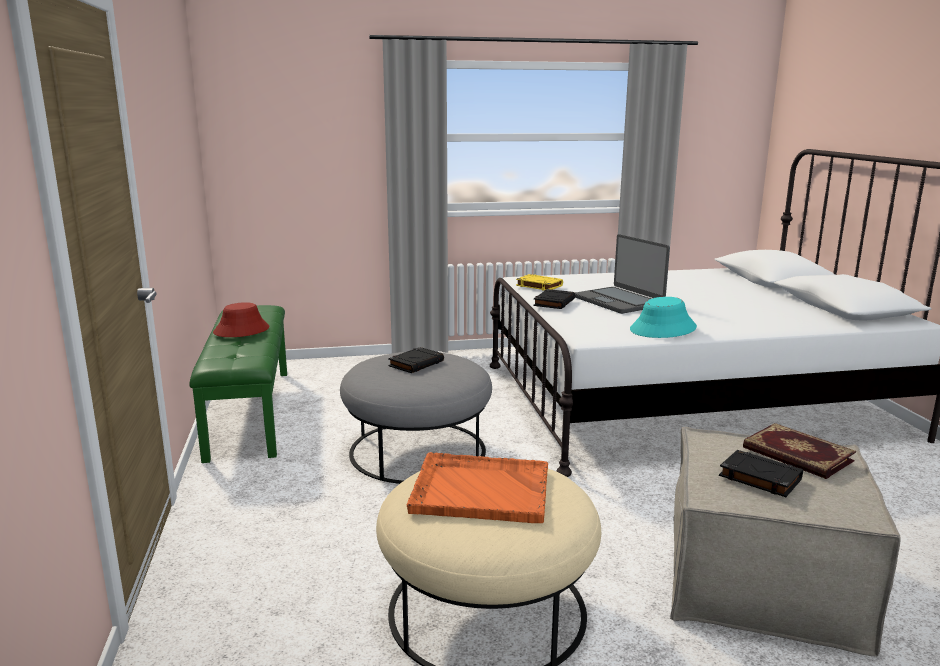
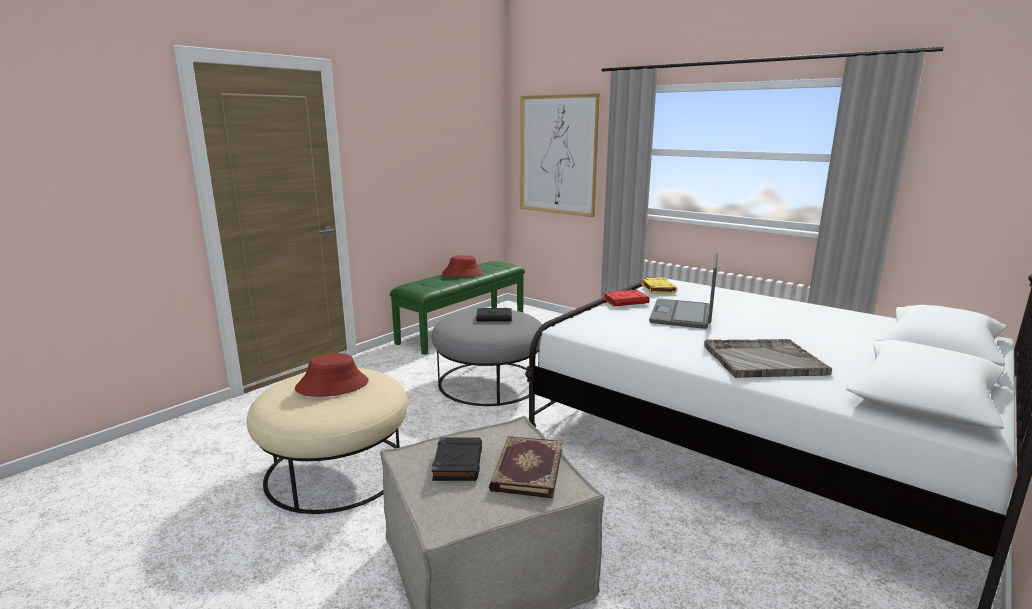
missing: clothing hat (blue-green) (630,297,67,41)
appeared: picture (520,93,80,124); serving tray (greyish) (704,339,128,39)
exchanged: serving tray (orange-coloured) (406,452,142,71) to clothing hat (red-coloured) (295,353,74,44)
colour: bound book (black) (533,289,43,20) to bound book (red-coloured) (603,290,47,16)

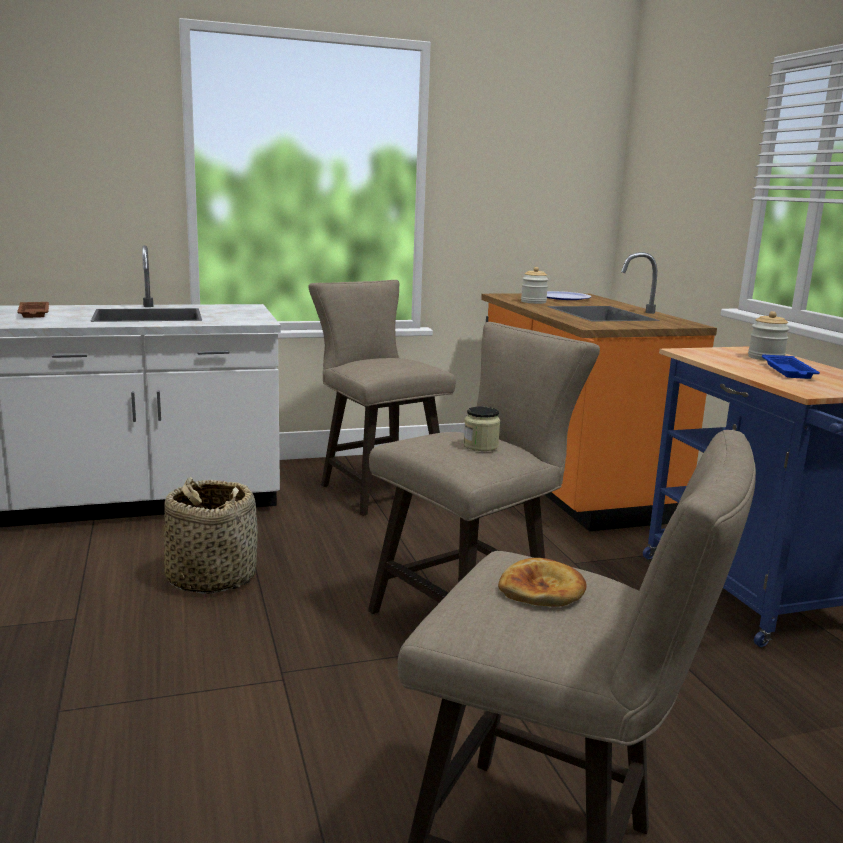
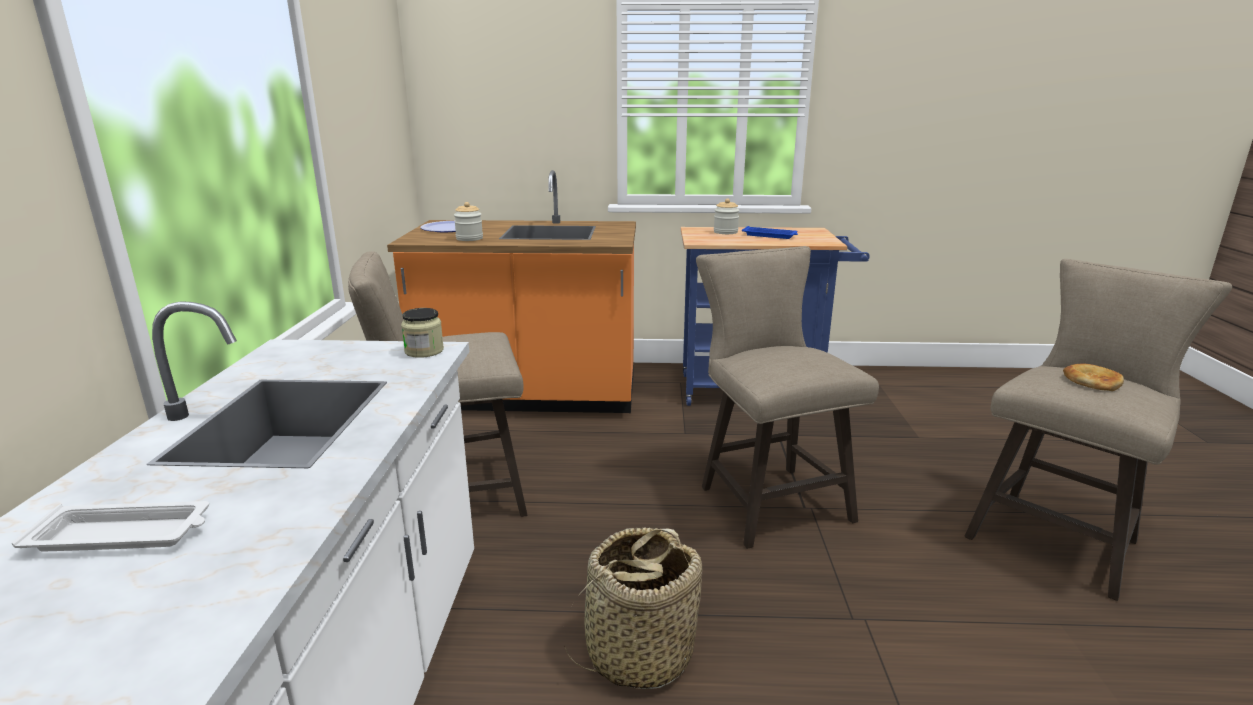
relocated: jar (463,406,37,45) to (401,308,43,50)
colour: serving tray (brown-coloured) (17,302,32,16) to serving tray (white-coloured) (12,501,197,51)

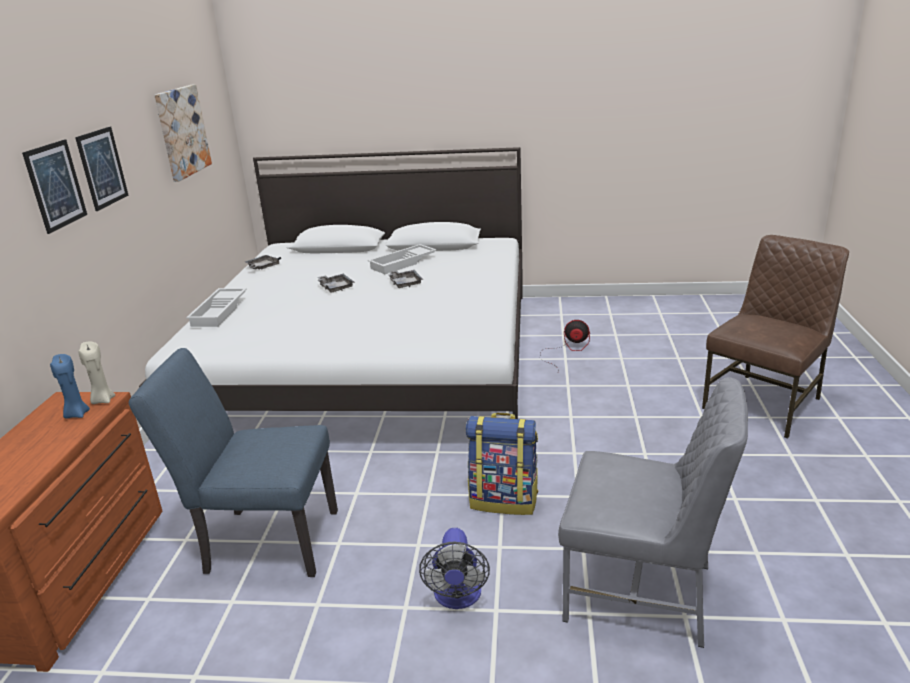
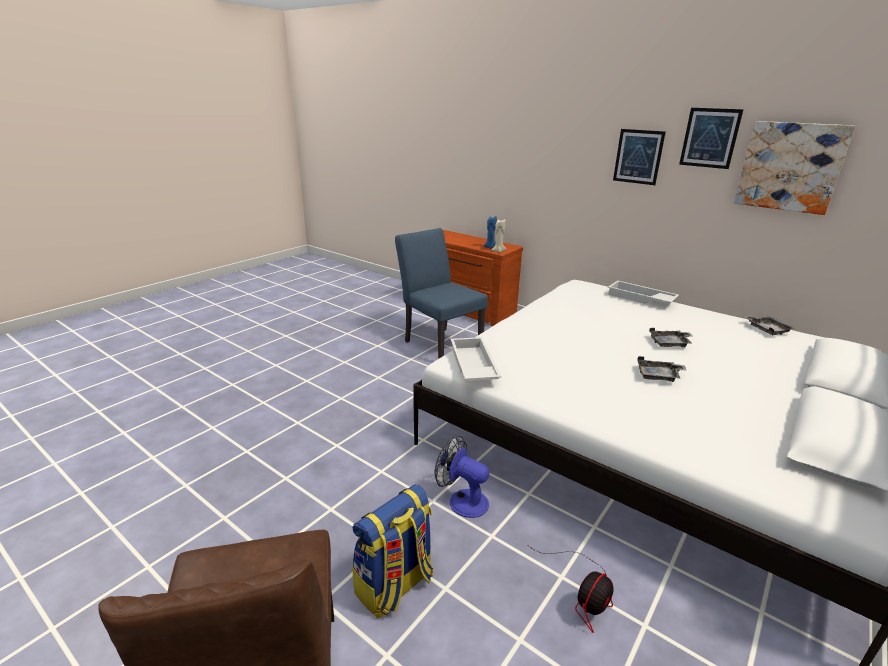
missing: plain chair (greyish) (558,377,190,271)
relocated: picture (22,139,65,95) to (679,108,65,61); serving tray (white-coloured) (368,244,69,30) to (451,337,50,44); fan (419,528,71,81) to (435,436,54,82); knapsack (466,413,73,102) to (352,484,81,135)
spun: plain chair (blue-coloured) (129,348,209,229) = (395,228,93,131) 75 degrees counterclockwise

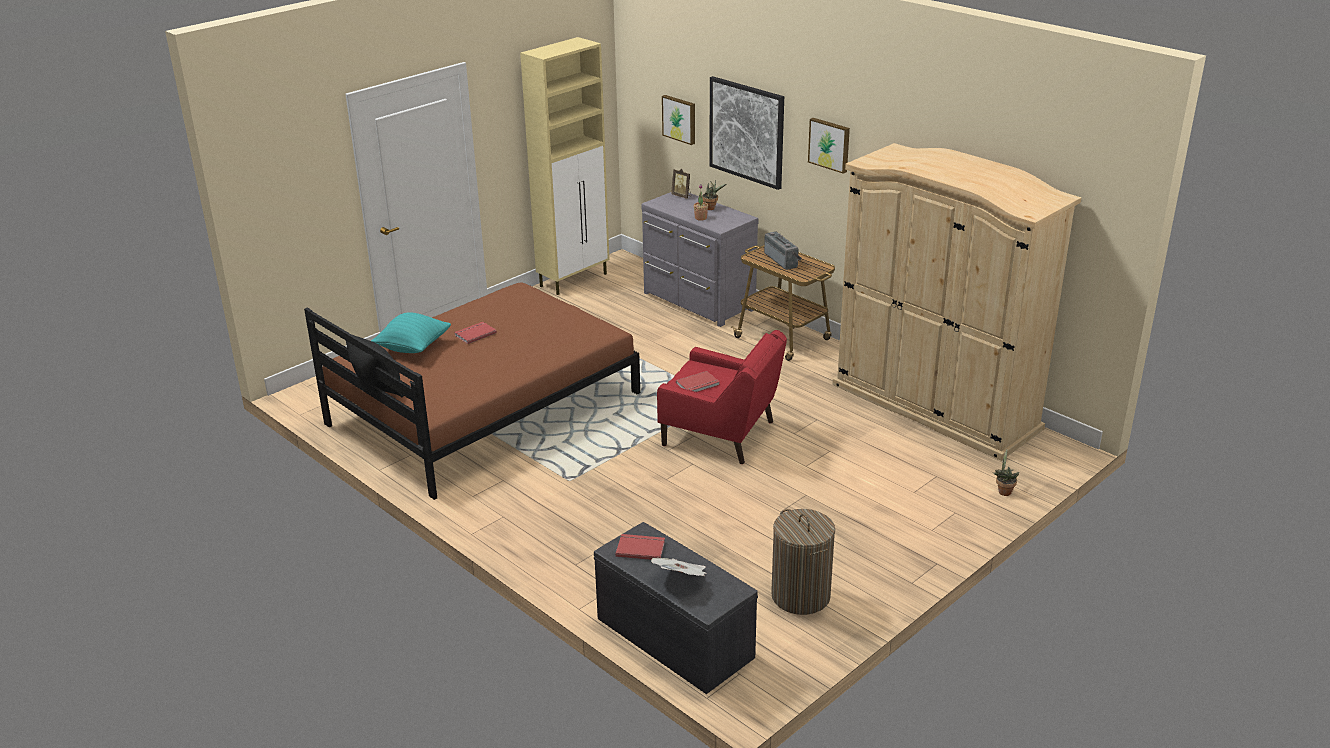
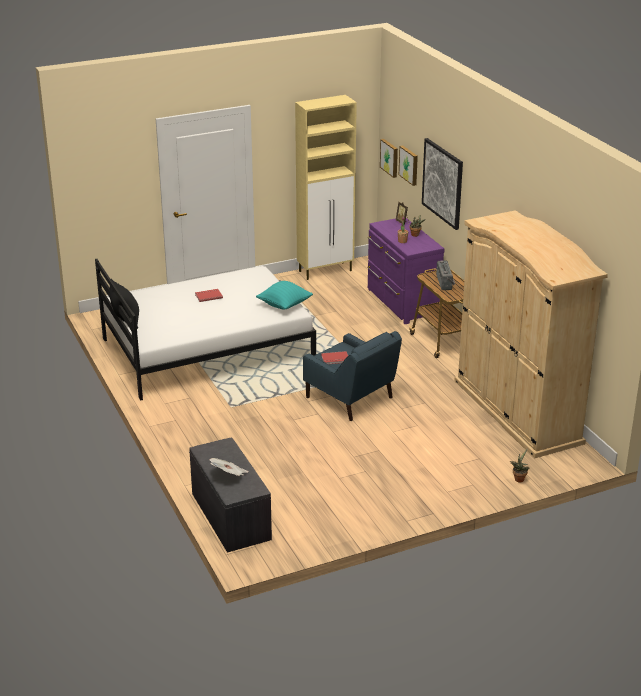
missing: bound book (red-coloured) (616,534,49,26); laundry basket (771,509,64,106)
relocated: cushion (blue-green) (371,312,80,41) to (256,281,57,28); picture (808,118,42,56) to (380,139,18,39)
colour: bed (brown-coloured) (304,282,336,218) to bed (white-coloured) (95,259,221,142); chest of drawers (greyish) (641,192,118,135) to chest of drawers (purple) (367,218,78,106); armchair (red-coloured) (657,330,130,134) to armchair (blue-coloured) (303,331,99,90)

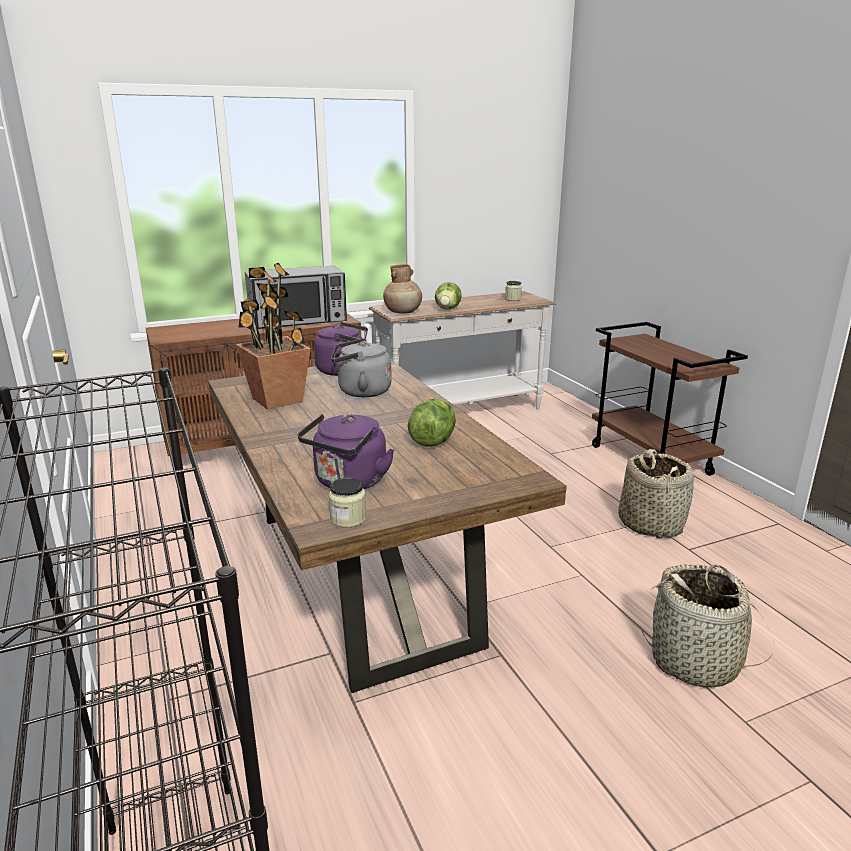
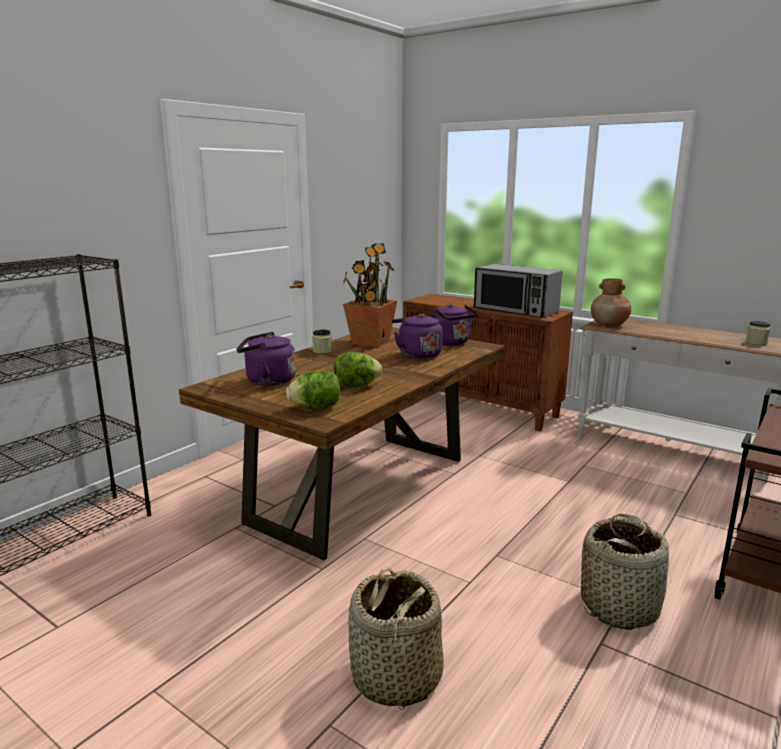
relocated: jar (329,477,37,51) to (312,329,20,25); head of lettuce (435,282,27,27) to (286,370,54,39)
colour: kettle (greyish) (331,338,61,59) to kettle (purple) (392,314,51,45)

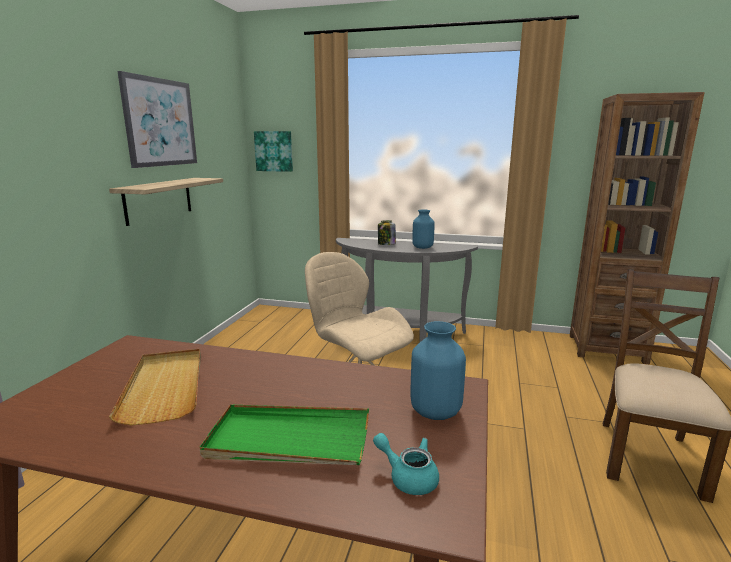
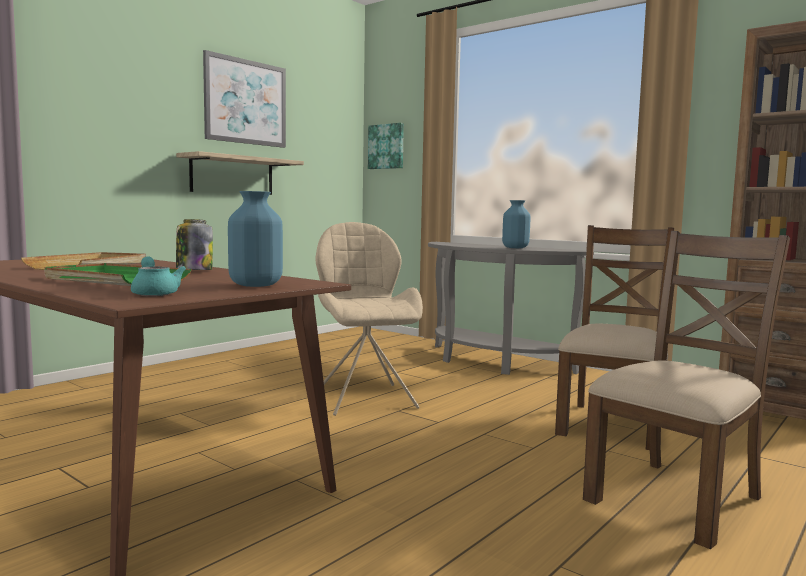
appeared: plain chair (brown-coloured) (555,225,119,225)
relocated: jar (378,220,18,25) to (176,219,37,51)

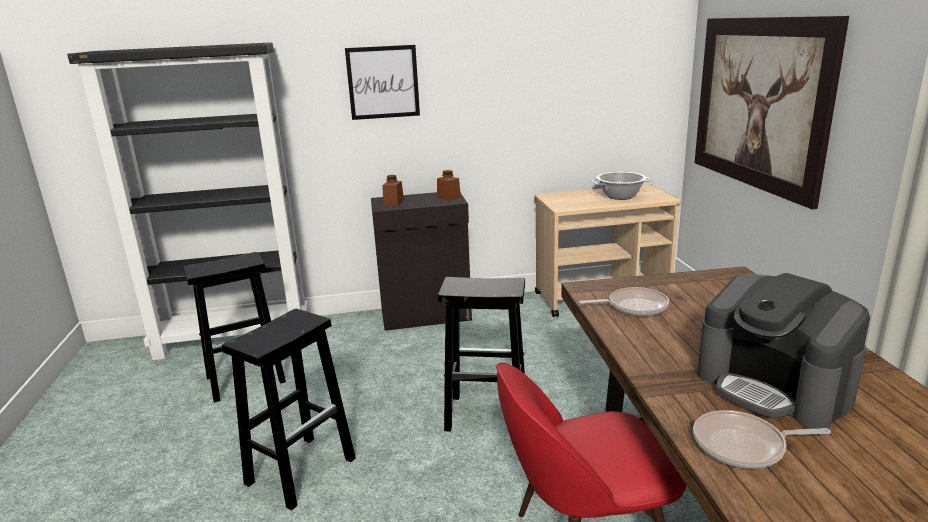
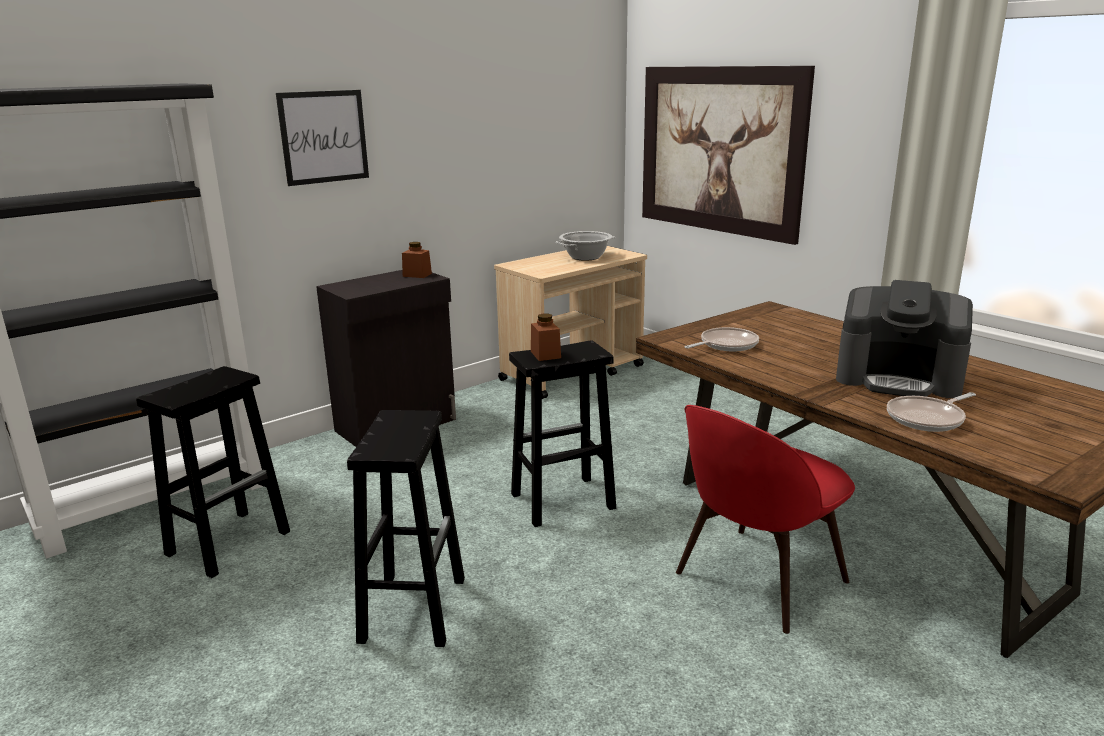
relocated: jar (brown-coloured) (382,175,22,31) to (531,314,30,47)

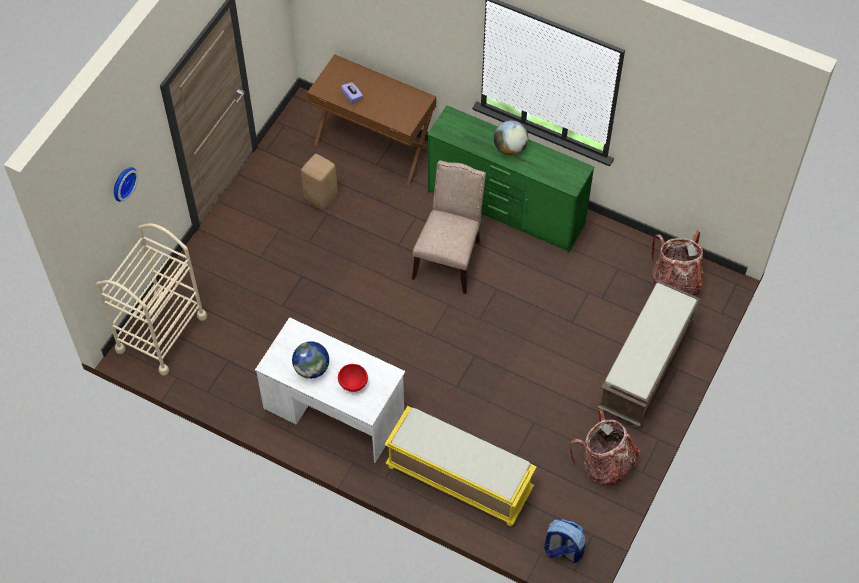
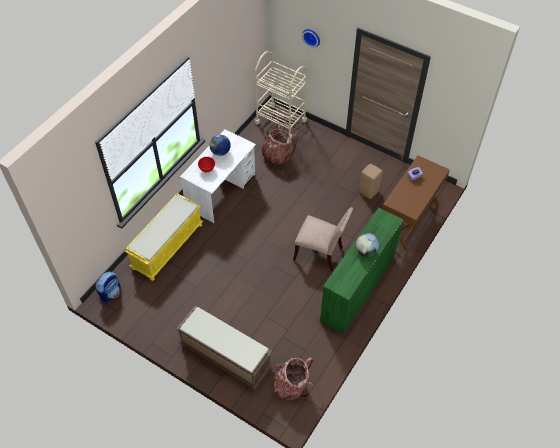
relocated: knapsack (570,409,70,77) to (261,124,37,43)

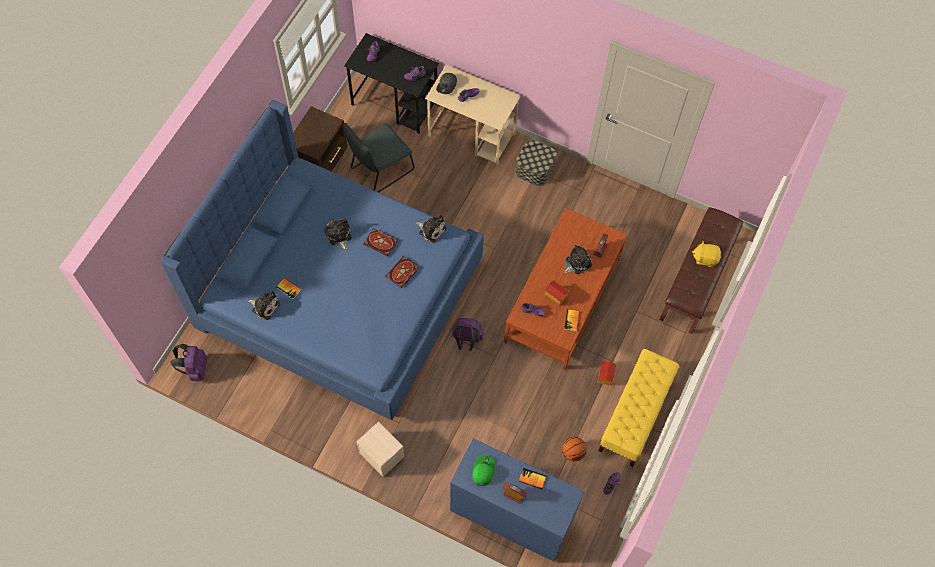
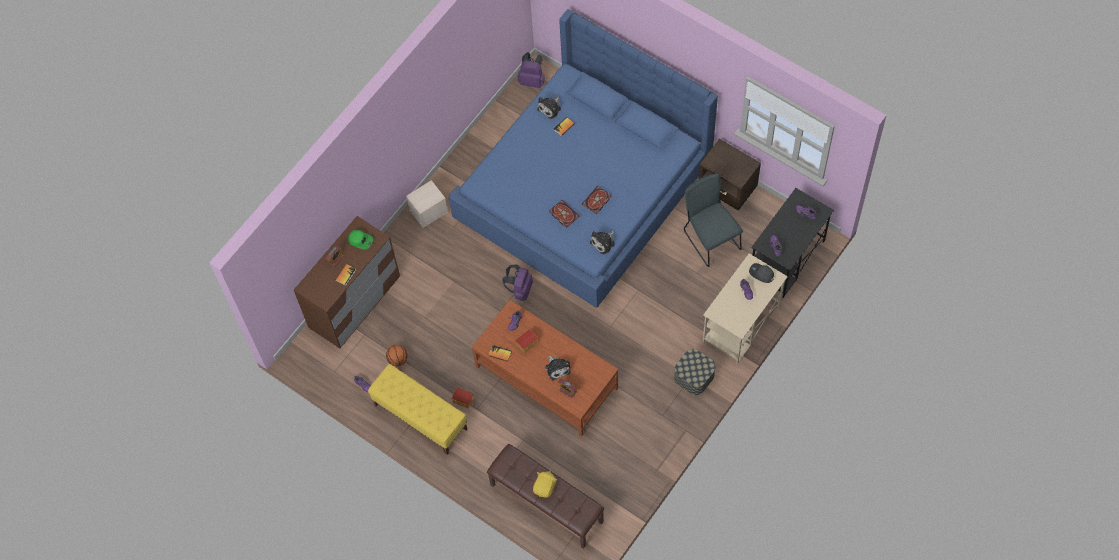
missing: plush toy (324,219,28,32)
colour: chest of drawers (blue-coloured) (450,438,135,124) to chest of drawers (brown-coloured) (294,216,106,133)

